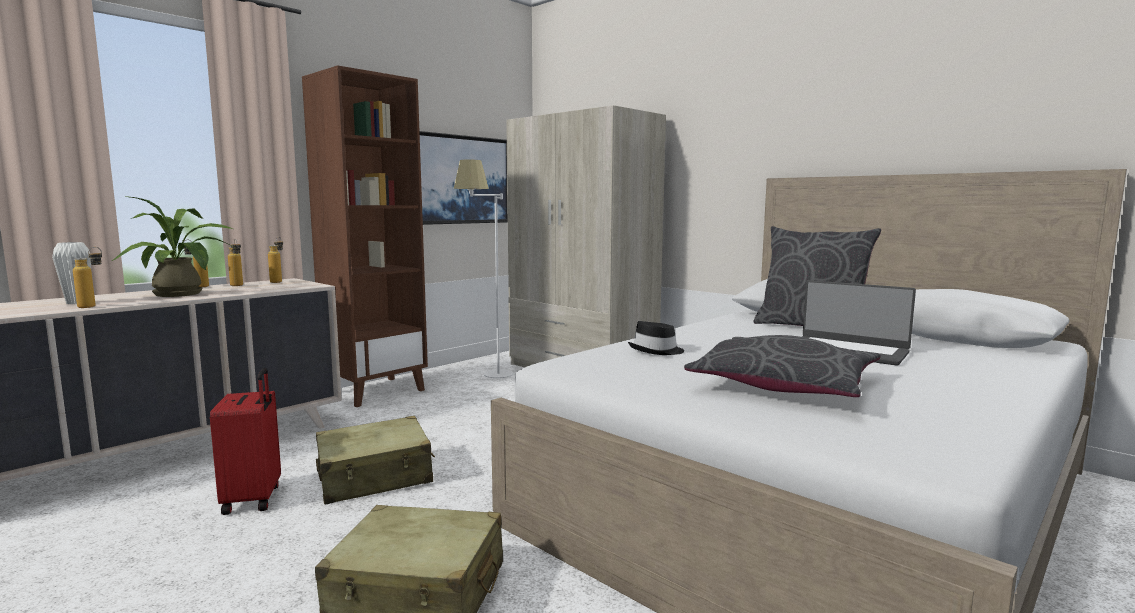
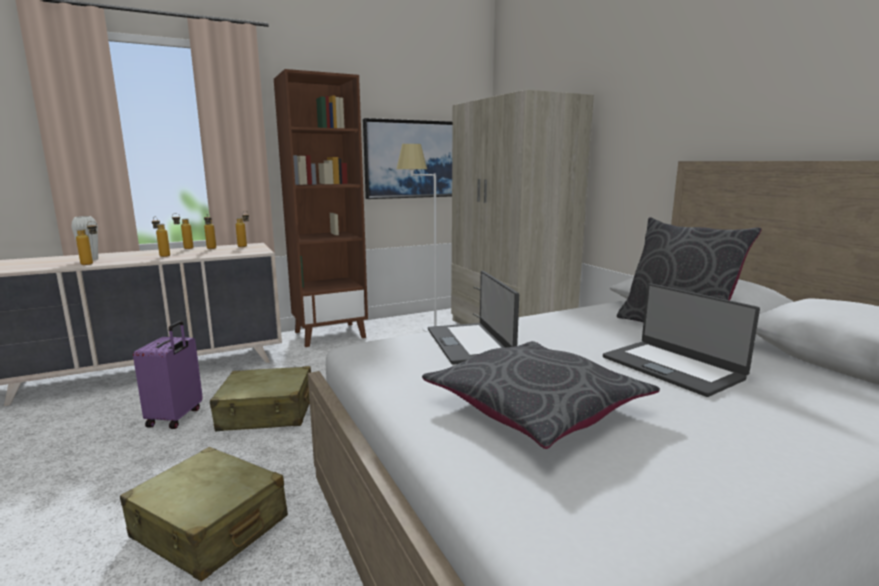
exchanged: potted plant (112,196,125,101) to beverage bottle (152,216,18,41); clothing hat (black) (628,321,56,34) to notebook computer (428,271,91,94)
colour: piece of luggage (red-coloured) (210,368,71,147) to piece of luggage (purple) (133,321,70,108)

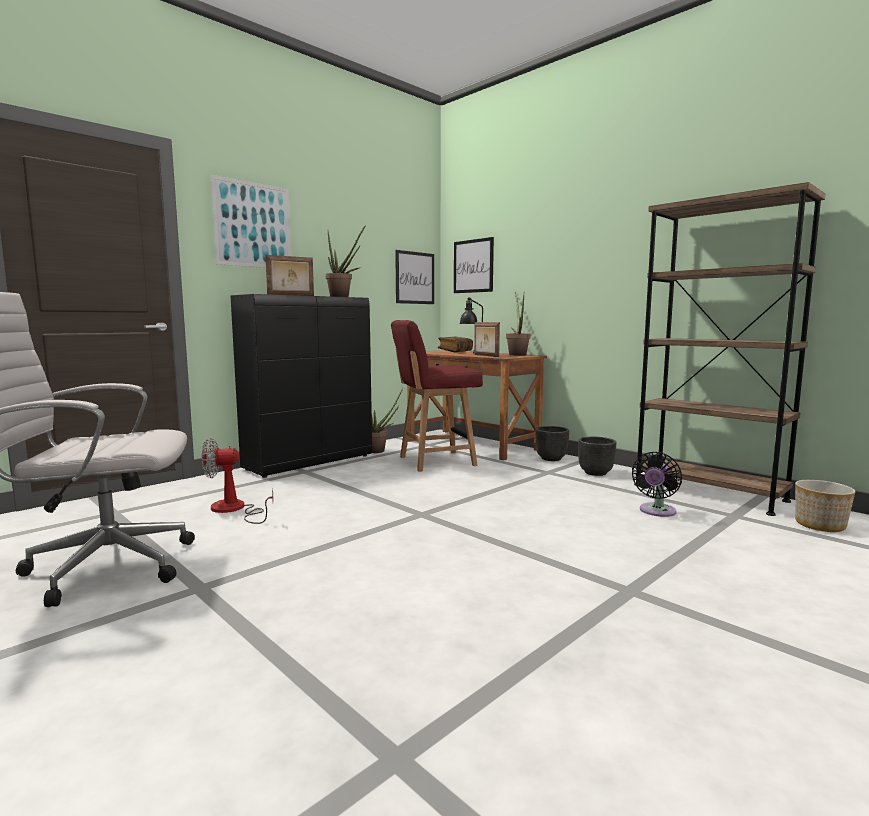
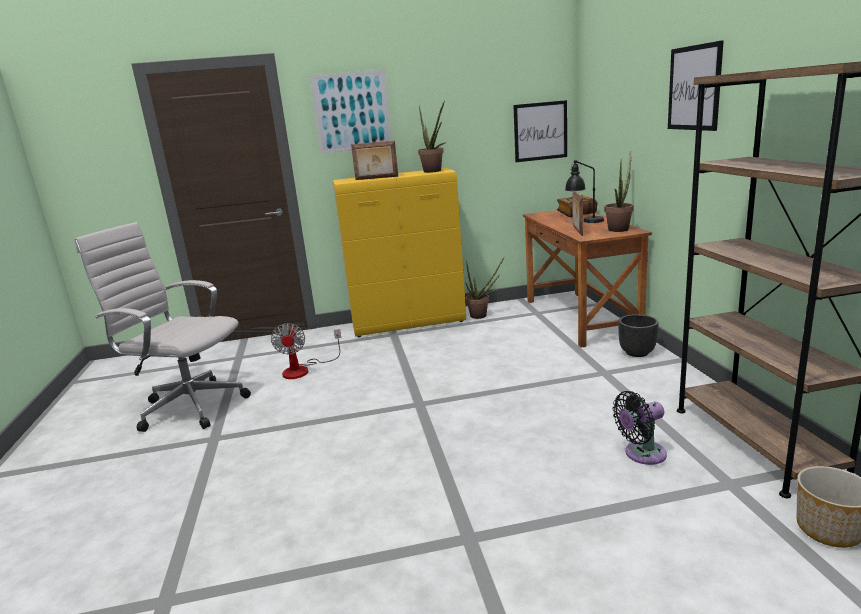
missing: plain chair (red-coloured) (391,320,92,152); plant pot (black) (578,437,38,39)
relocated: picture (454,237,40,56) to (668,40,56,91)
colour: cupboard (black) (230,294,142,184) to cupboard (yellowish) (333,168,133,169)
spun: fan (201,438,73,86) = (271,323,70,56) 120 degrees counterclockwise

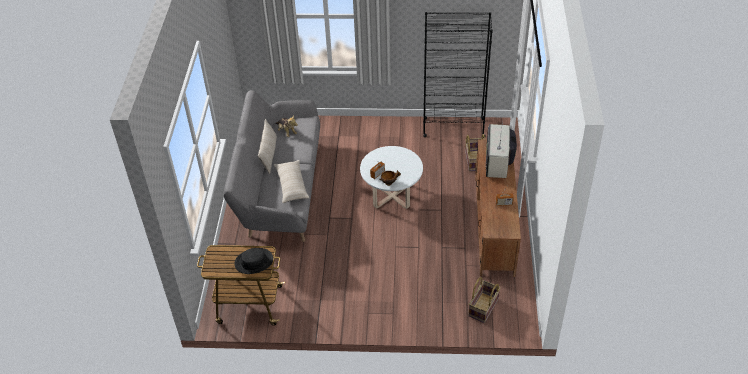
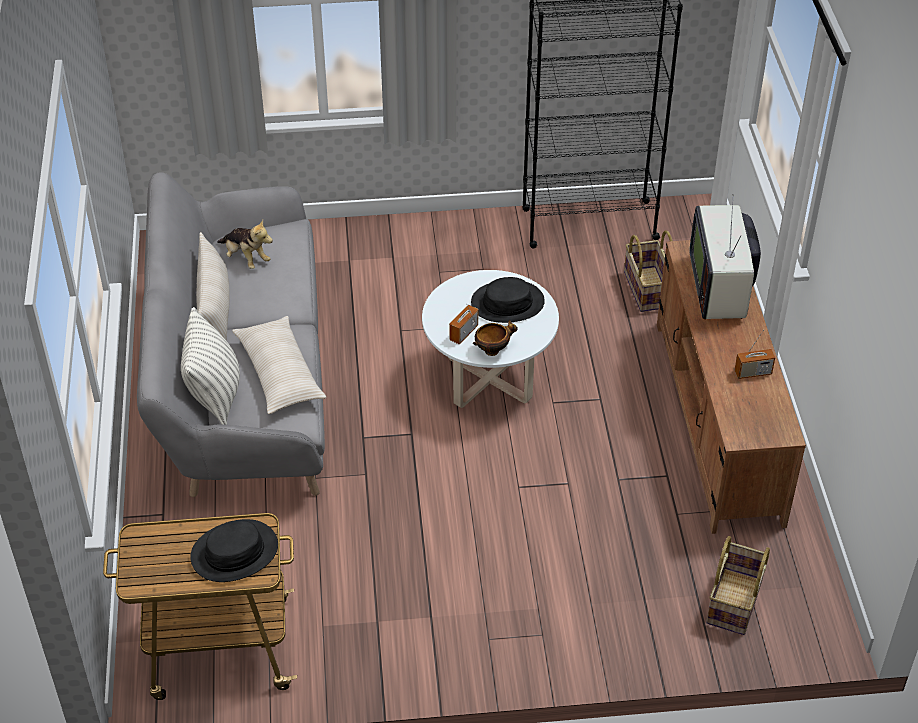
appeared: cushion (181,307,59,118); clothing hat (black) (471,277,74,46)

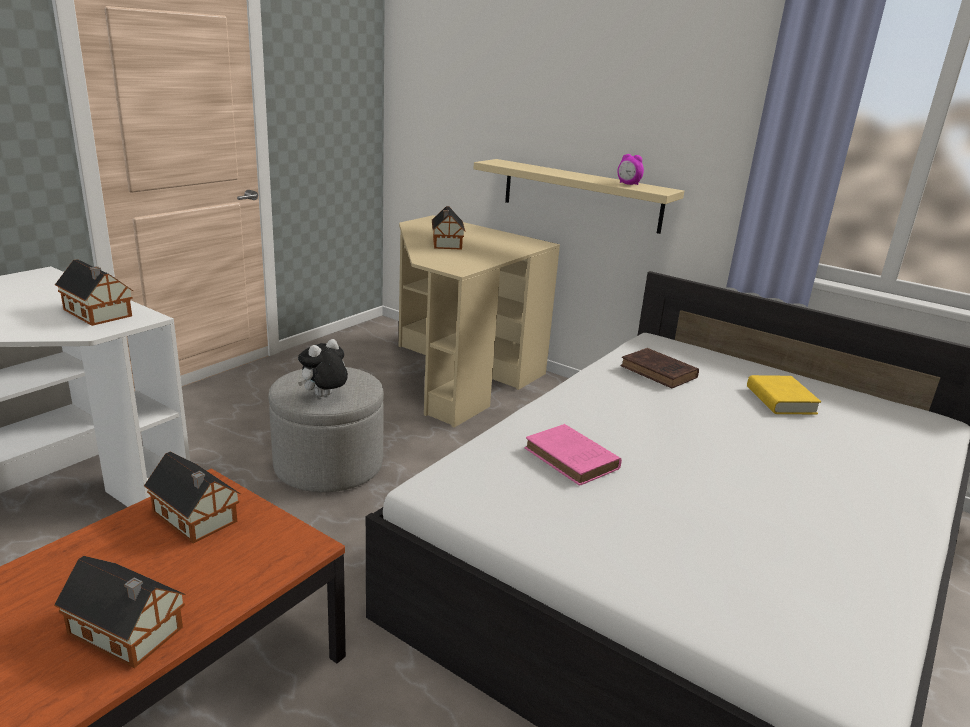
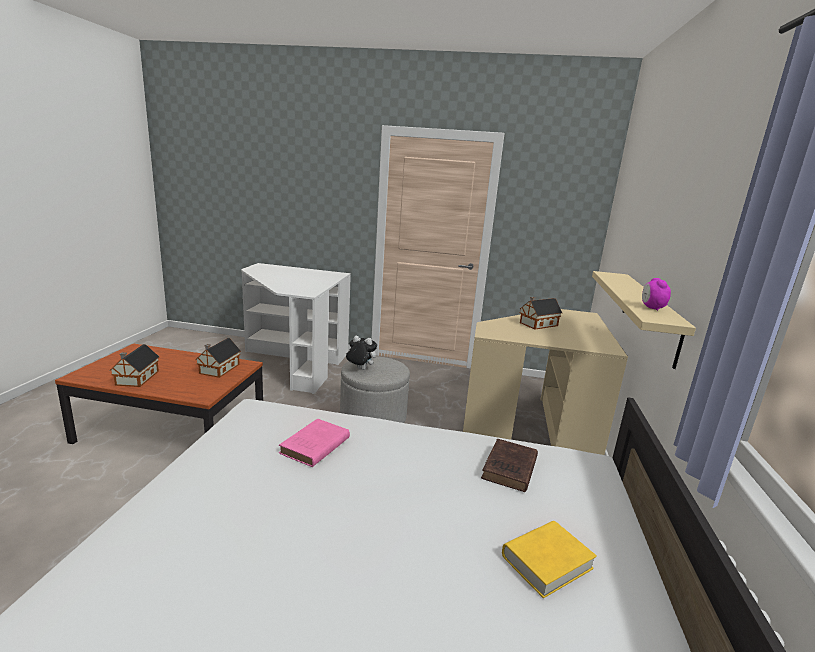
missing: miniature house (55,259,78,67)

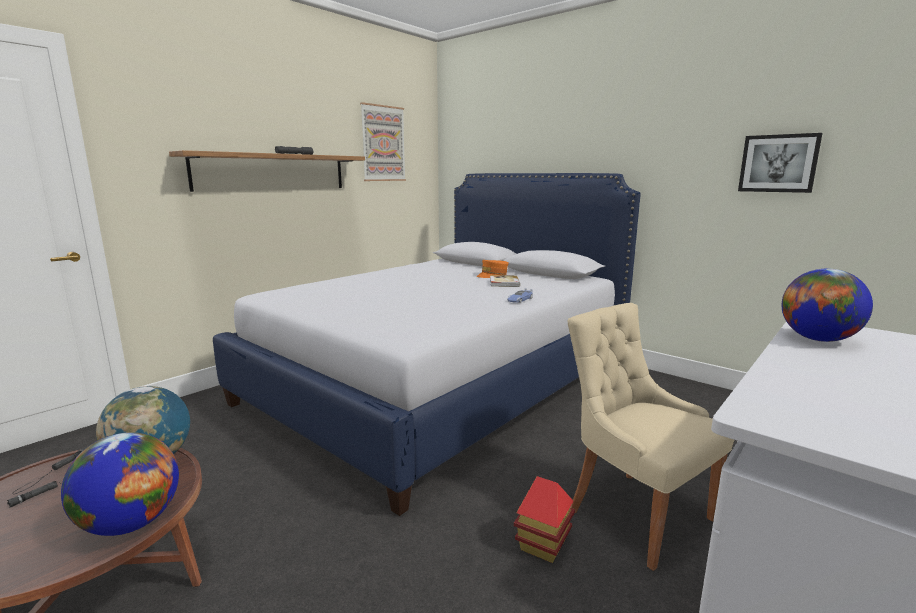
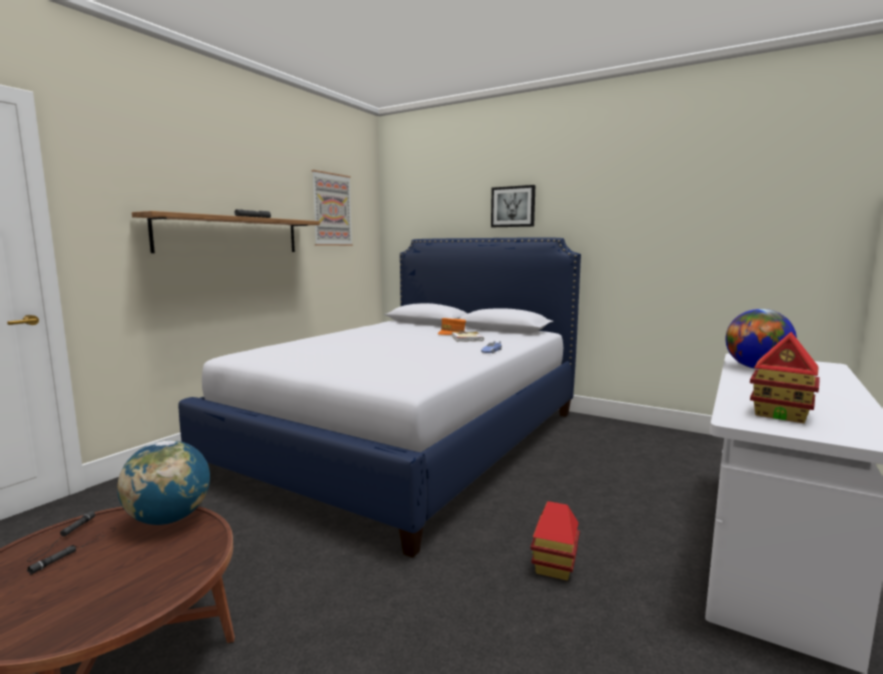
missing: desk globe (61,432,118,104); plain chair (beige-coloured) (568,303,166,268)
appeared: miniature house (750,332,70,91)
relocated: picture (738,133,84,60) to (491,185,44,42)

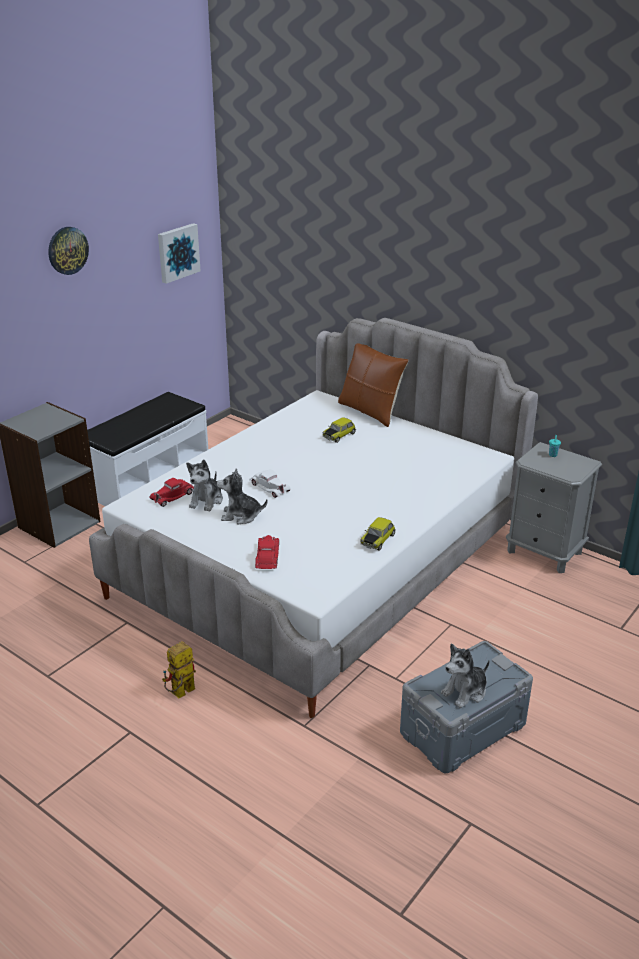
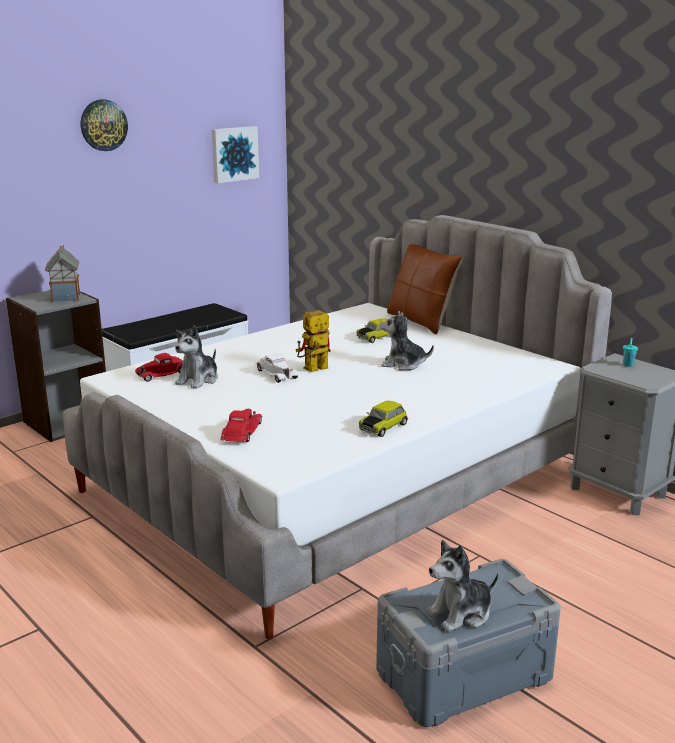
appeared: miniature house (45,245,35,57)
relocated: toy robot (162,641,34,57) to (296,310,35,62); plush toy (217,468,51,56) to (380,311,54,59)

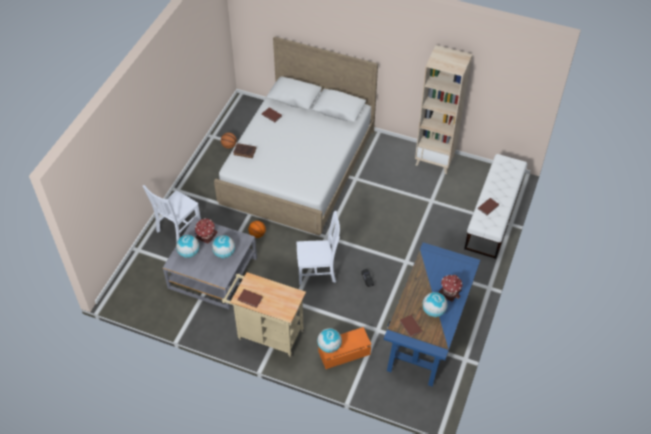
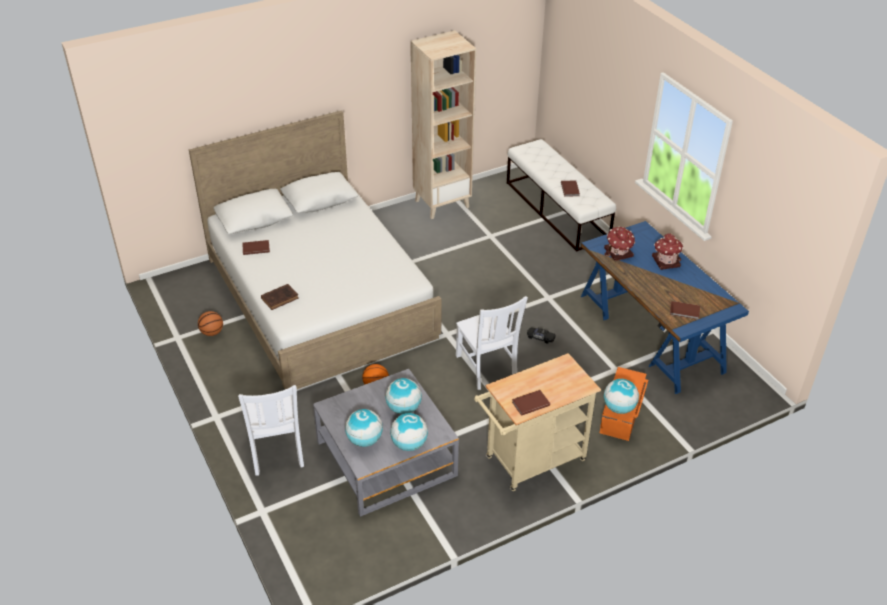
relocated: miniature house (195,218,23,26) to (604,227,31,34); desk globe (422,292,26,25) to (390,413,38,38)
spun: plain chair (white-coloured) (297,211,43,74) = (456,296,72,94) 120 degrees clockwise

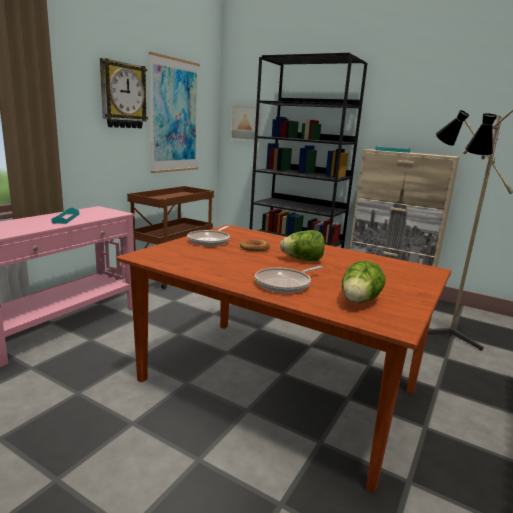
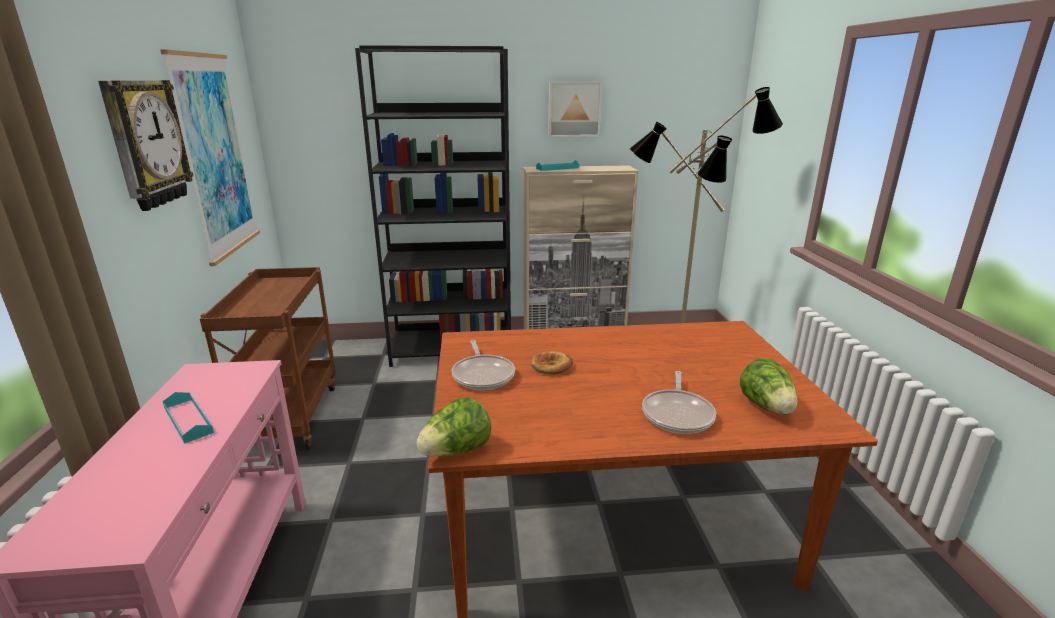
relocated: picture (230,105,32,37) to (548,82,54,55); head of lettuce (280,230,45,31) to (416,397,76,59)

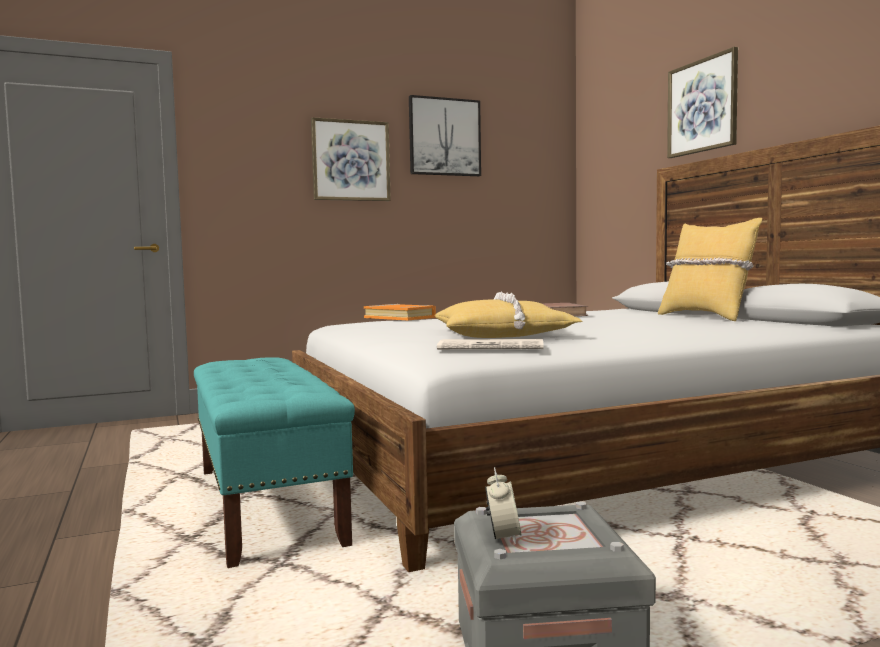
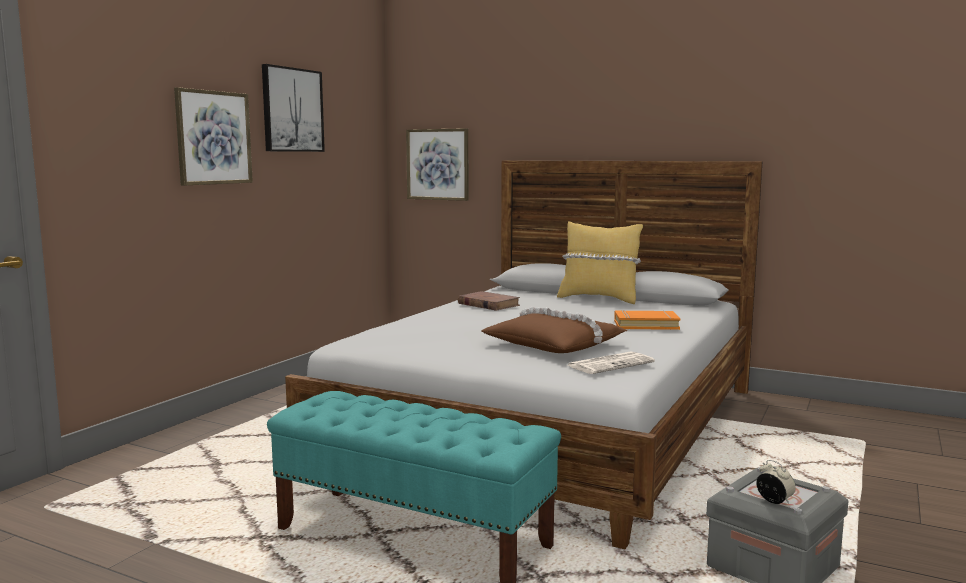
relocated: bound book (orange-coloured) (364,304,72,17) to (614,310,66,20); picture (667,47,71,111) to (406,128,63,73)
colour: cushion (yellowish) (435,291,148,47) to cushion (brown-coloured) (482,307,145,46)

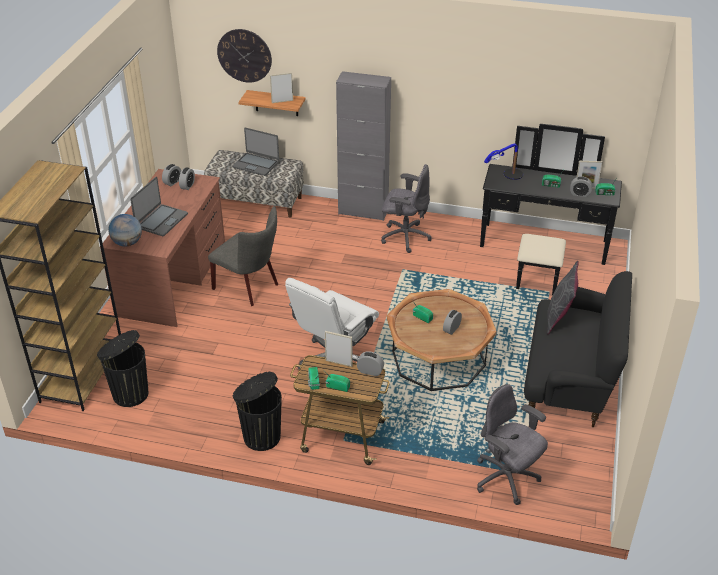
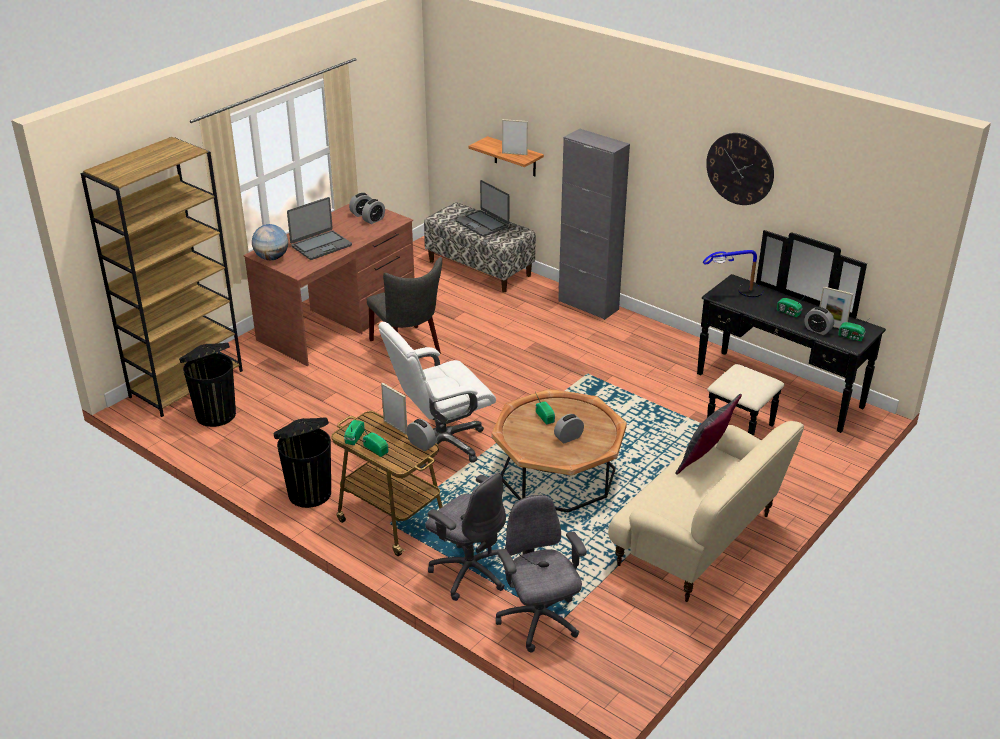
relocated: clock on the wall (217,29,55,54) to (706,133,68,72); office chair (greyish) (381,164,51,89) to (425,473,81,128)
colour: couch (black) (524,271,108,156) to couch (beige-coloured) (608,421,196,181)

